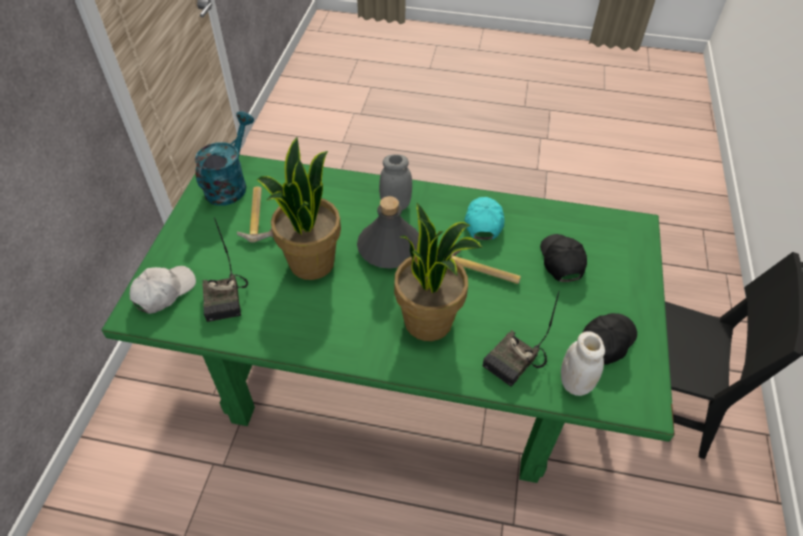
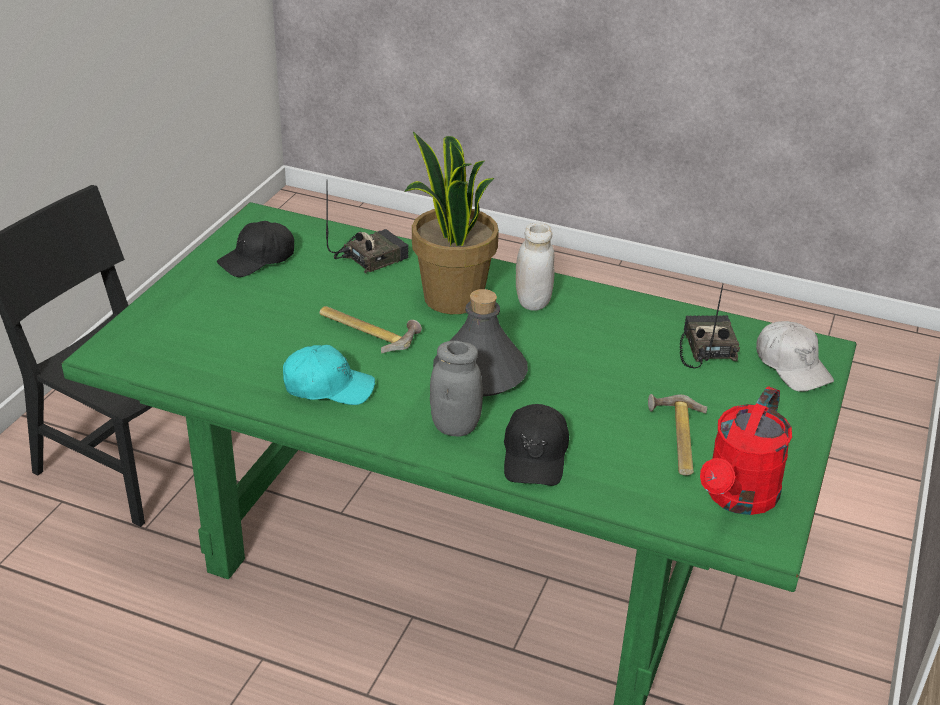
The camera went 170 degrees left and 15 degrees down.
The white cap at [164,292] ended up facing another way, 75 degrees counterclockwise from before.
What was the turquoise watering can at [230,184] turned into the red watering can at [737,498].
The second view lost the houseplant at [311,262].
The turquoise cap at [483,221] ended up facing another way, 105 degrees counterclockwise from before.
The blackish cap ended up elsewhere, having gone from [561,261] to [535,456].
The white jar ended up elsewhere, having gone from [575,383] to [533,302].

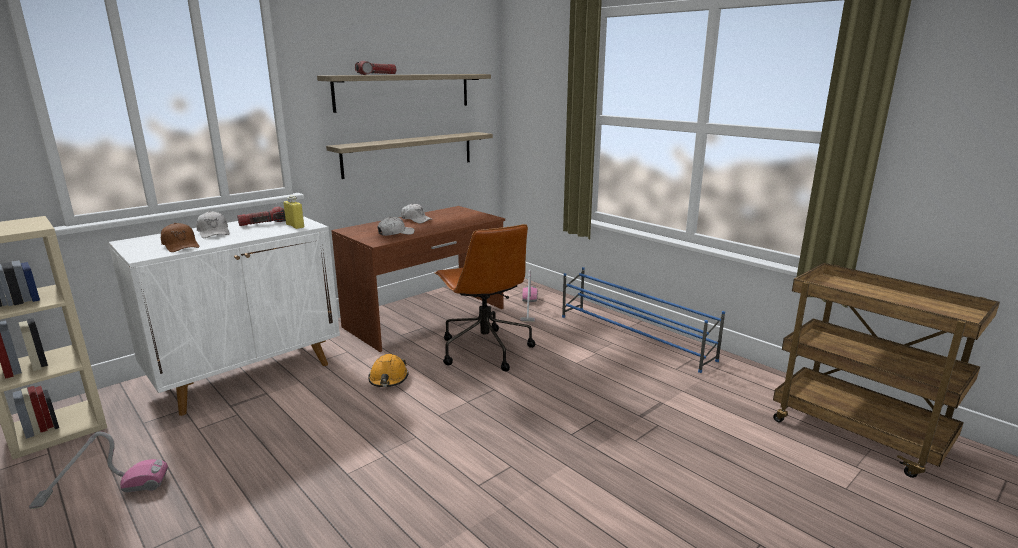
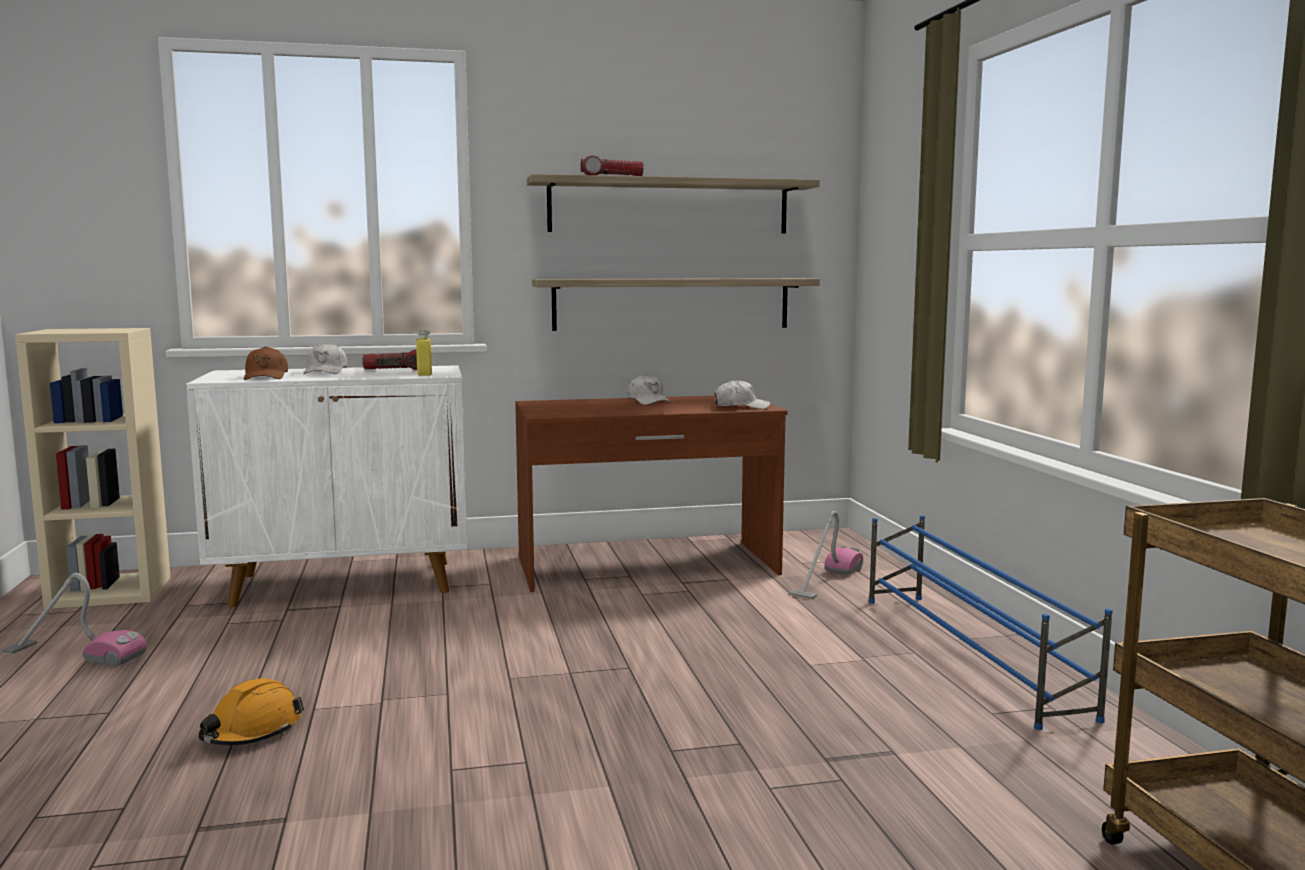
The camera went 30 degrees right and 10 degrees down.
The orange hard hat ended up elsewhere, having gone from [388,379] to [252,732].
The white cap ended up elsewhere, having gone from [395,233] to [741,407].
The second view lost the brown office chair at [484,349].

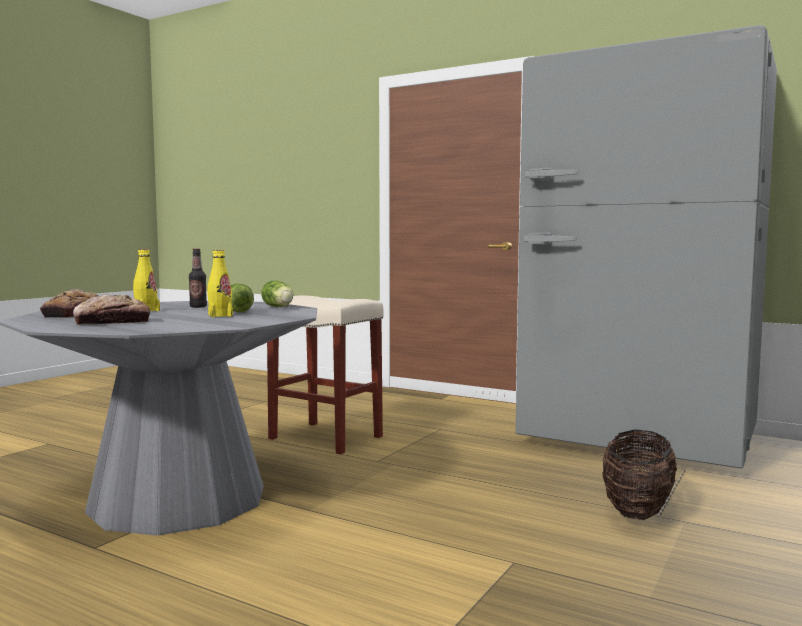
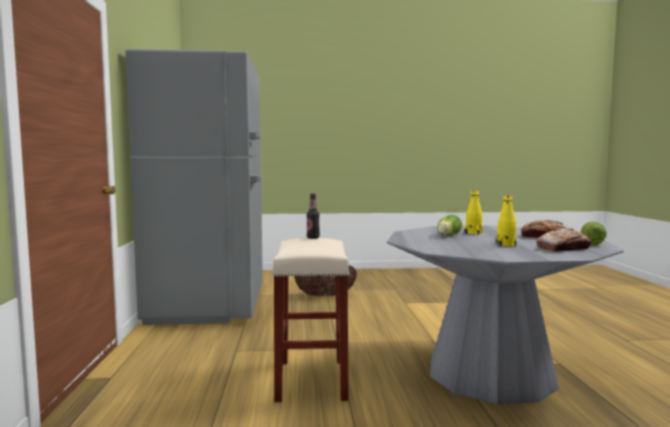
The camera went 125 degrees left and 0 degrees up.
The bottle ended up elsewhere, having gone from [198,307] to [313,238].
The lettuce ended up elsewhere, having gone from [279,307] to [592,242].

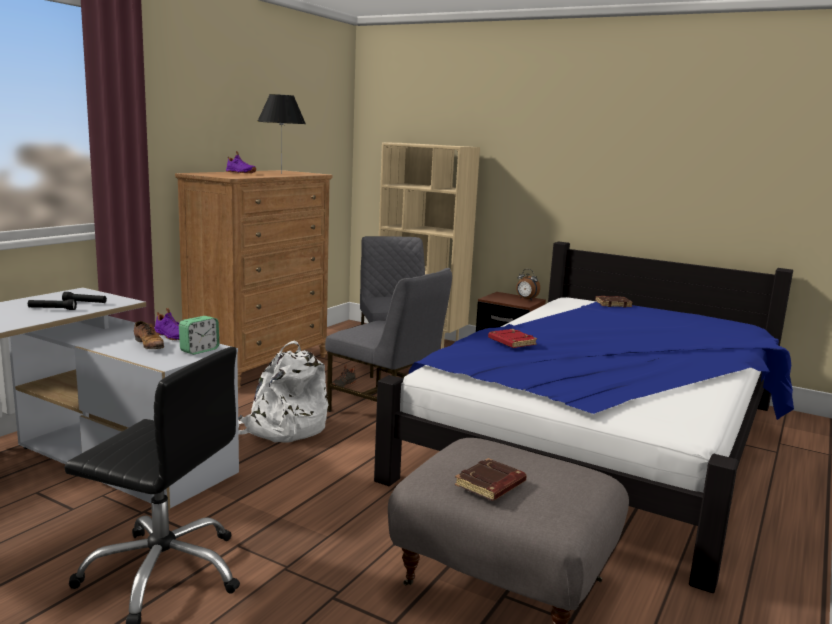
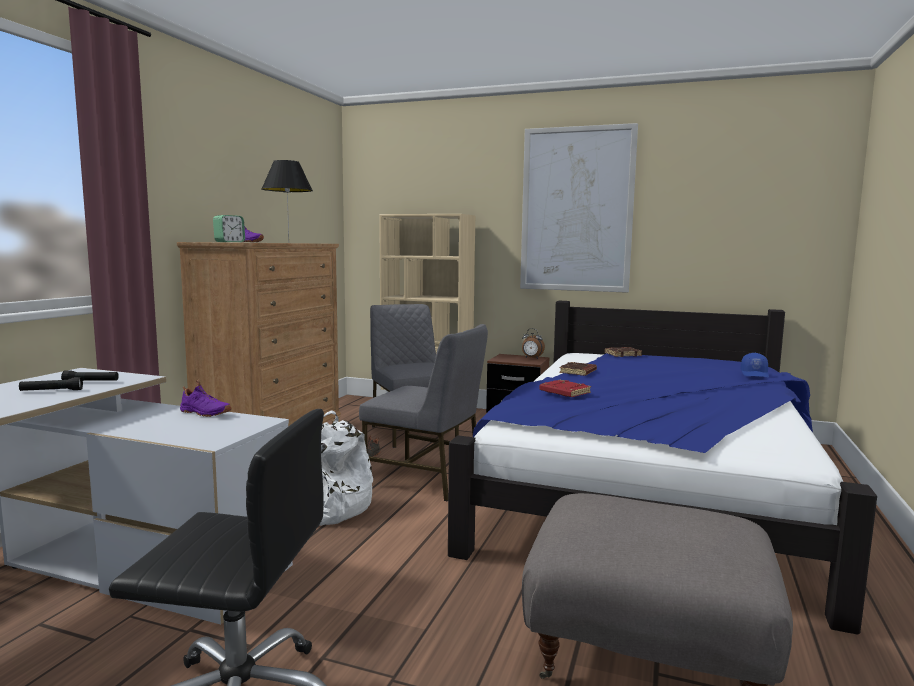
The camera went 10 degrees left and 5 degrees down.
The second view lost the shoe at [149,345].
The alarm clock ended up elsewhere, having gone from [199,350] to [229,242].
The brown book ended up elsewhere, having gone from [490,485] to [578,372].
The second view gained the picture at [576,210].
The second view gained the bluish cap at [755,374].

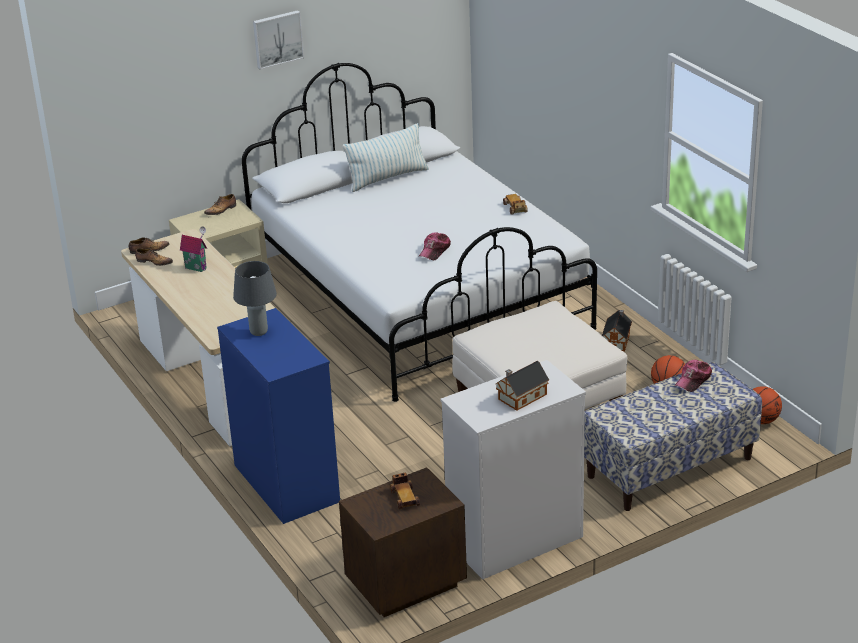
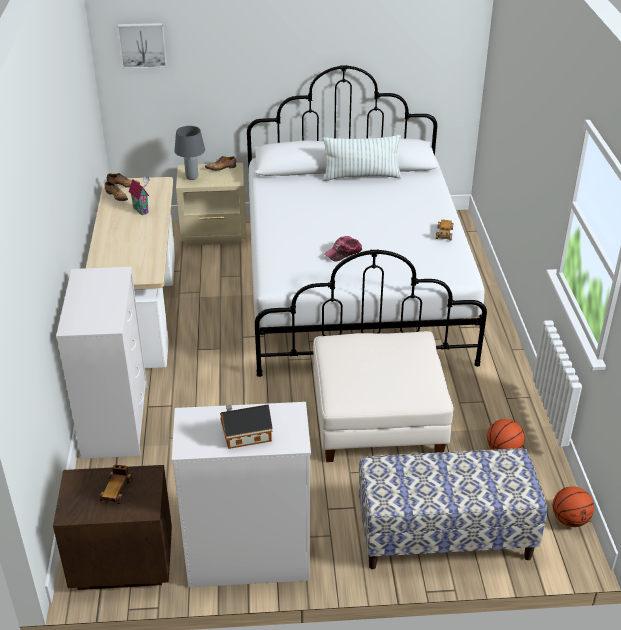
The camera went 25 degrees right and 5 degrees up.
What was the bluish chest of drawers at [285,483] turned into the white chest of drawers at [115,420].
The grey lamp for a table ended up elsewhere, having gone from [258,332] to [192,177].
The picture ended up elsewhere, having gone from [277,39] to [142,45].
The second view lost the model house at [617,340].
The second view lost the cap at [693,380].

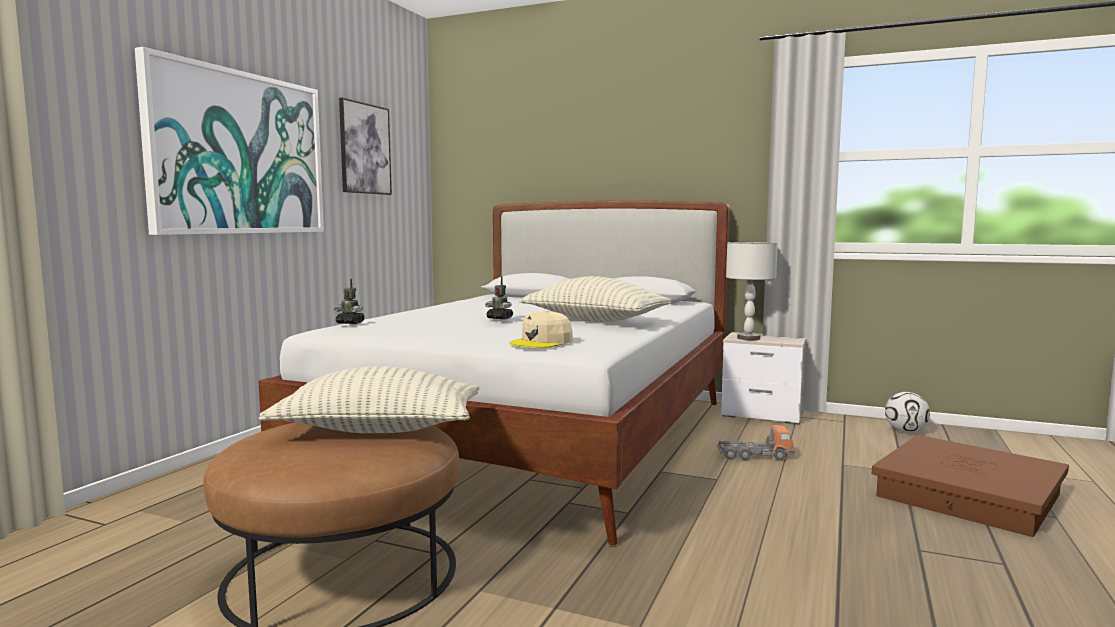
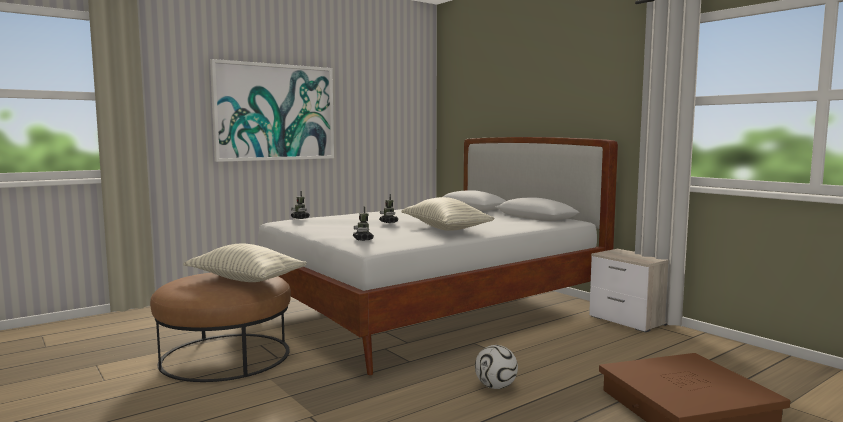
The camera went 30 degrees right and 0 degrees up.
The second view lost the picture at [365,148].
Where the beige-coloured cap stood at [542,342], the model robot came to stand at [363,239].
The second view lost the toy lorry at [754,456].
The second view lost the grey lamp for a table at [748,338].
The football ball ended up elsewhere, having gone from [905,431] to [496,387].

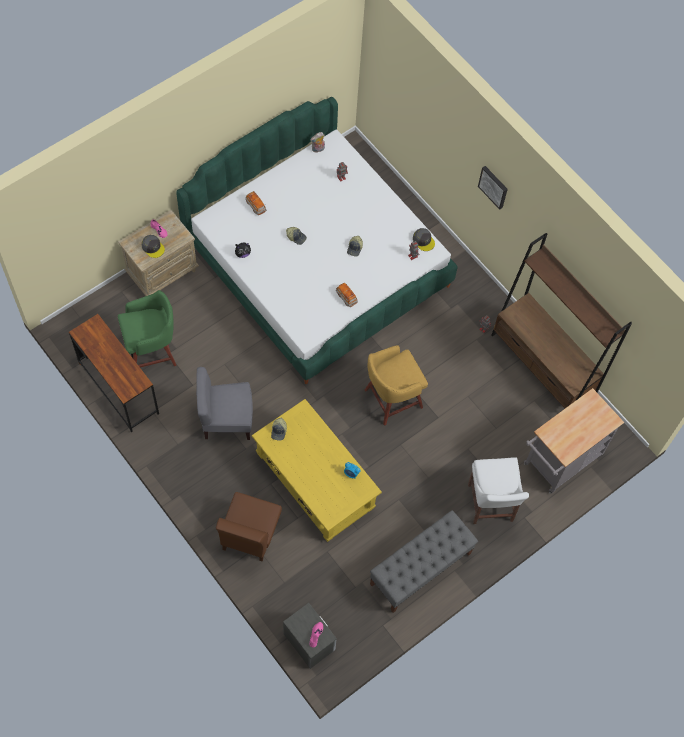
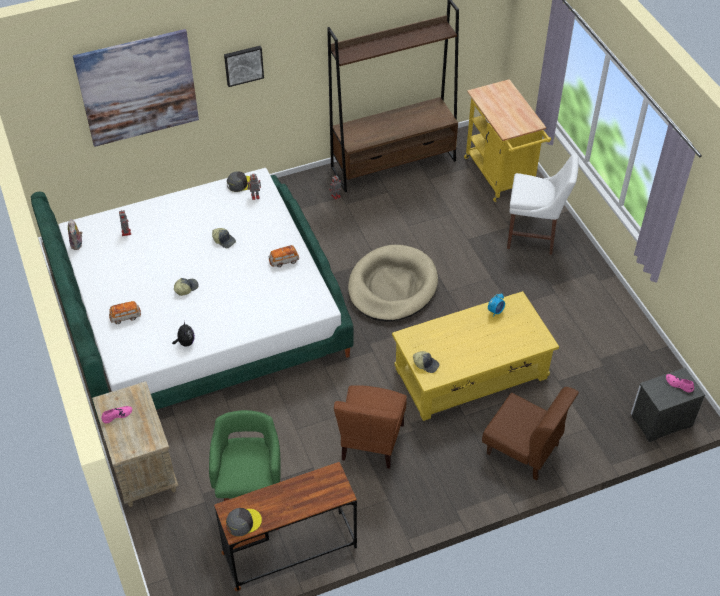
The camera went 70 degrees left and 15 degrees down.
The grey cap ended up elsewhere, having gone from [153,247] to [243,522].
What was the grey chair at [226,420] turned into the brown chair at [371,442].
Where the yellow-coloured sitting stool stood at [391,399], the beige-coloured dog cushion came to stand at [392,287].
The second view lost the grey long seat at [420,569].
What was the grey trolley at [559,463] turned into the yellow-coloured trolley at [501,177].
The second view gained the picture at [138,88].

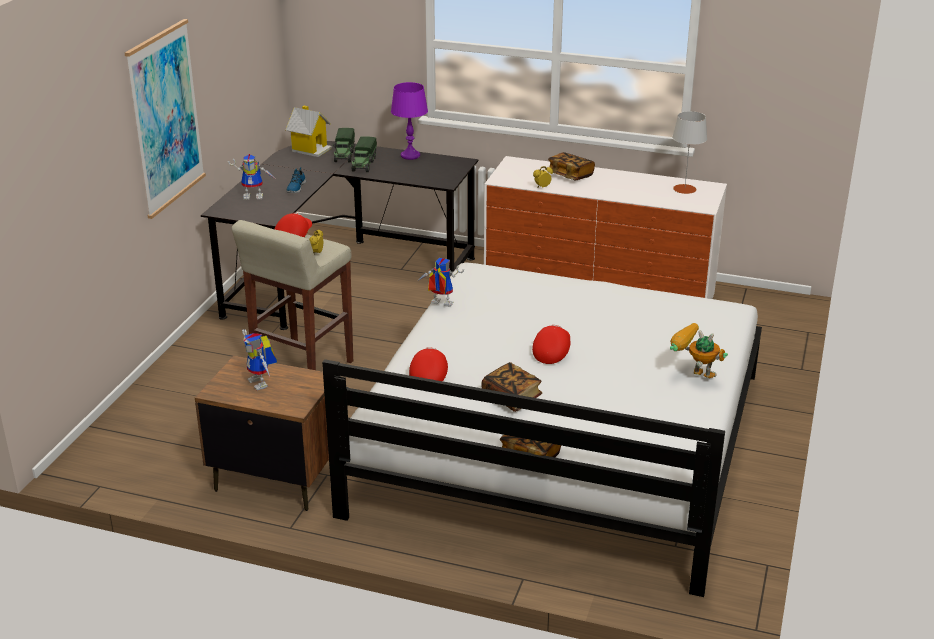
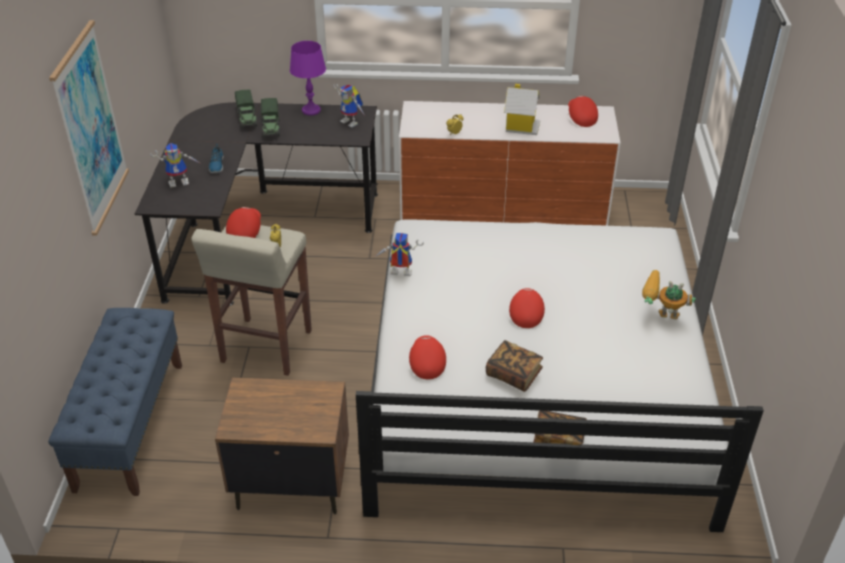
The camera went 15 degrees left and 10 degrees up.
The model robot ended up elsewhere, having gone from [262,383] to [352,122].
The model house ended up elsewhere, having gone from [310,149] to [521,126].
The second view lost the book at [570,175].
Where the grey lamp for a table stood at [684,189], the red cap came to stand at [580,117].
The second view gained the bluish long seat at [130,424].

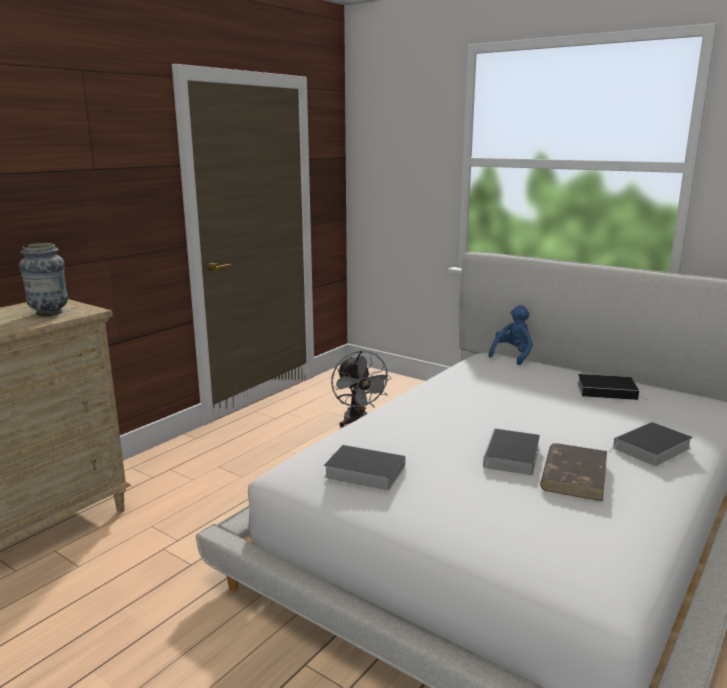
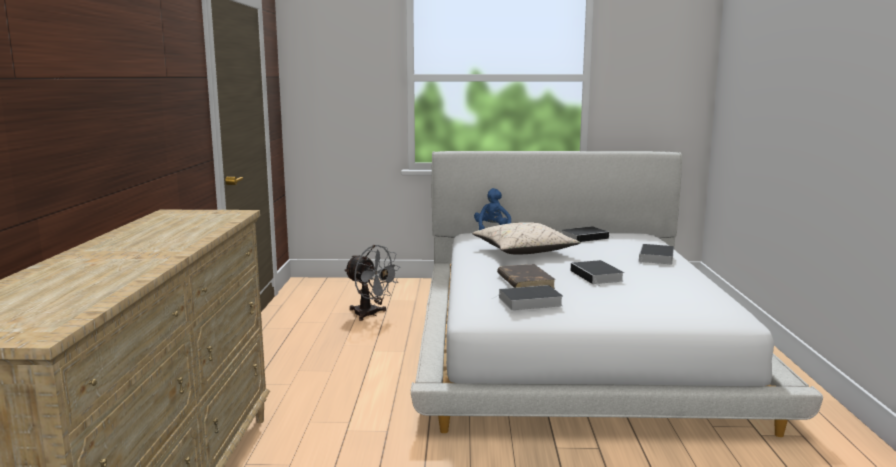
The camera went 35 degrees left and 5 degrees down.
The second view lost the flower vase at [49,313].
The brown book ended up elsewhere, having gone from [574,475] to [525,281].
The second view gained the beige-coloured pillow at [523,251].

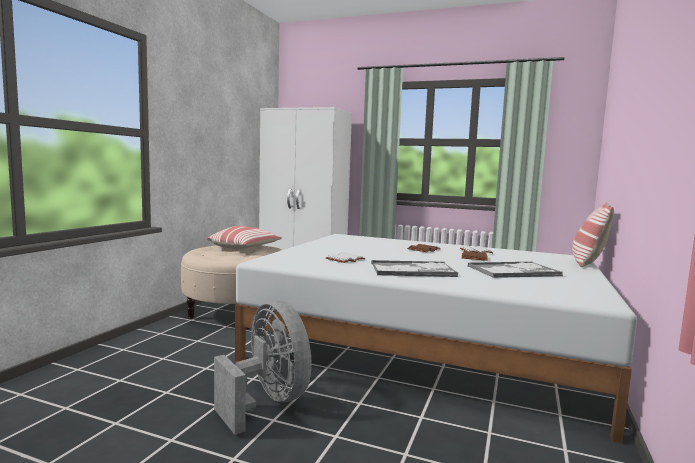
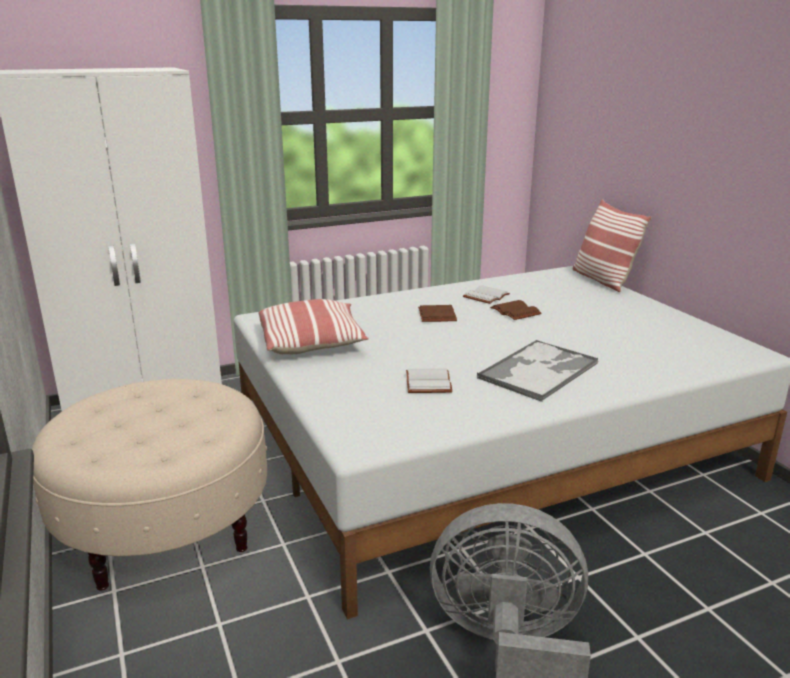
The camera went 45 degrees left and 15 degrees up.
The pillow ended up elsewhere, having gone from [245,248] to [312,343].
The second view lost the carrying tray at [514,271].

